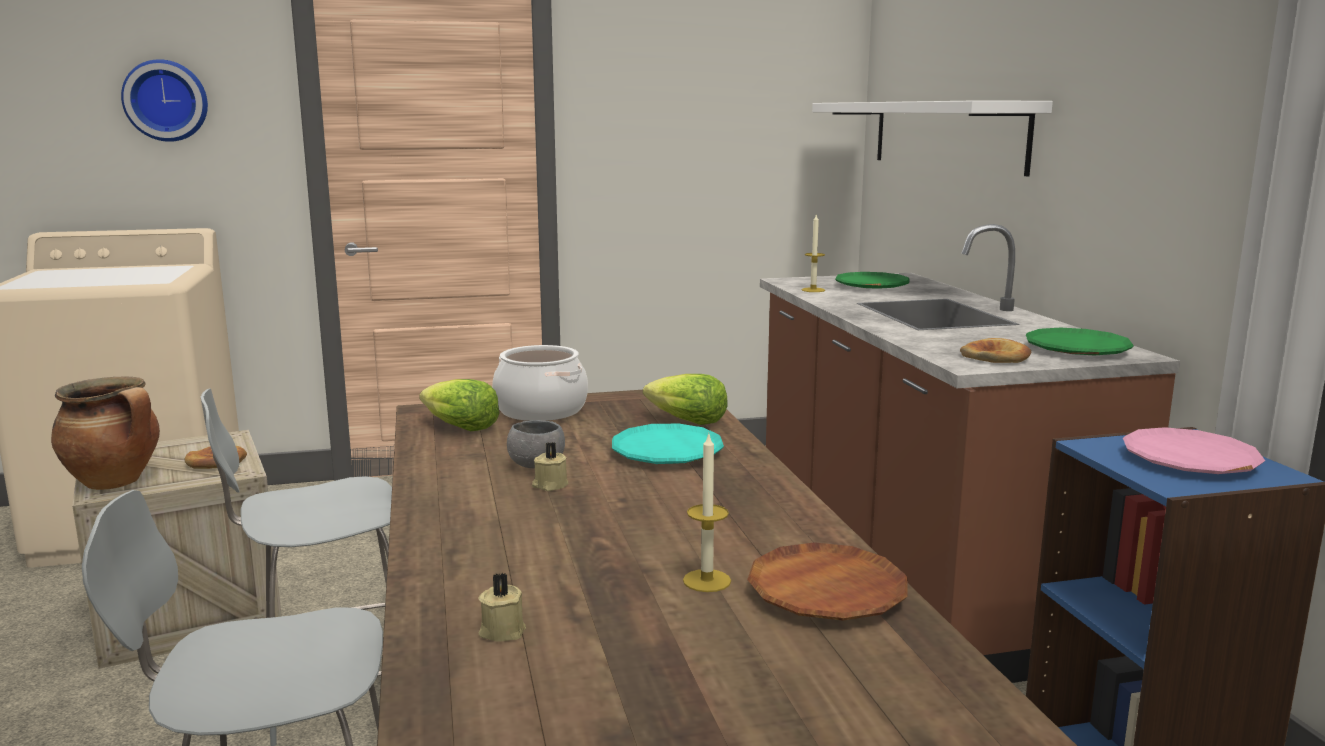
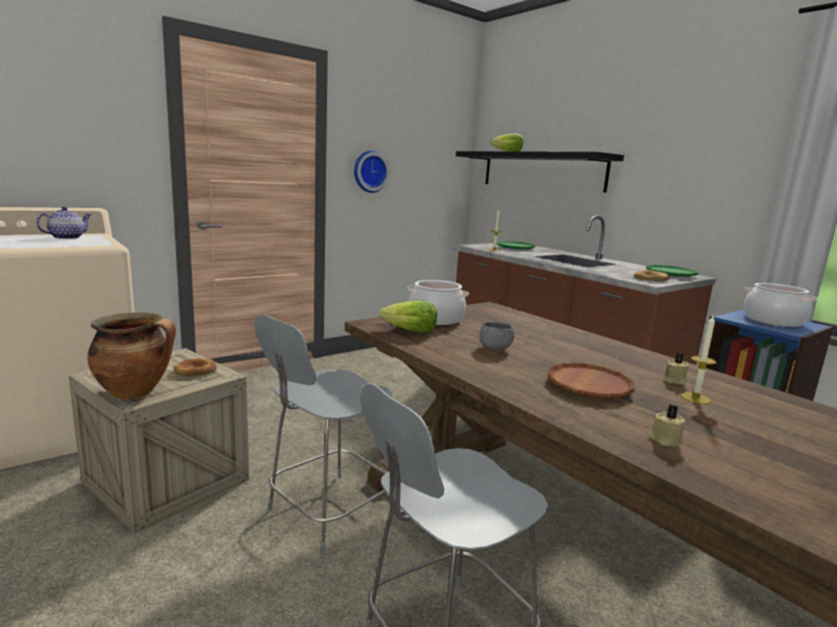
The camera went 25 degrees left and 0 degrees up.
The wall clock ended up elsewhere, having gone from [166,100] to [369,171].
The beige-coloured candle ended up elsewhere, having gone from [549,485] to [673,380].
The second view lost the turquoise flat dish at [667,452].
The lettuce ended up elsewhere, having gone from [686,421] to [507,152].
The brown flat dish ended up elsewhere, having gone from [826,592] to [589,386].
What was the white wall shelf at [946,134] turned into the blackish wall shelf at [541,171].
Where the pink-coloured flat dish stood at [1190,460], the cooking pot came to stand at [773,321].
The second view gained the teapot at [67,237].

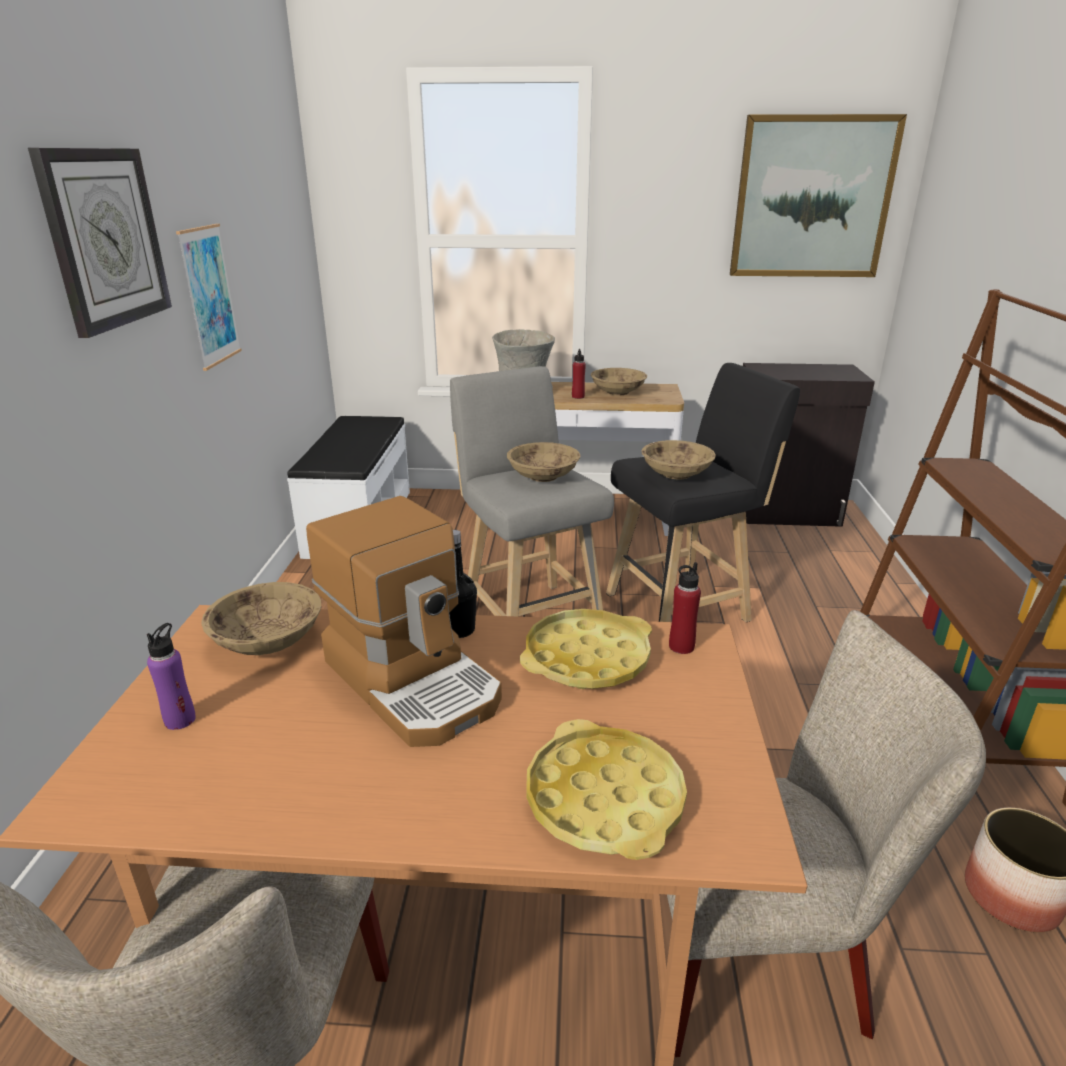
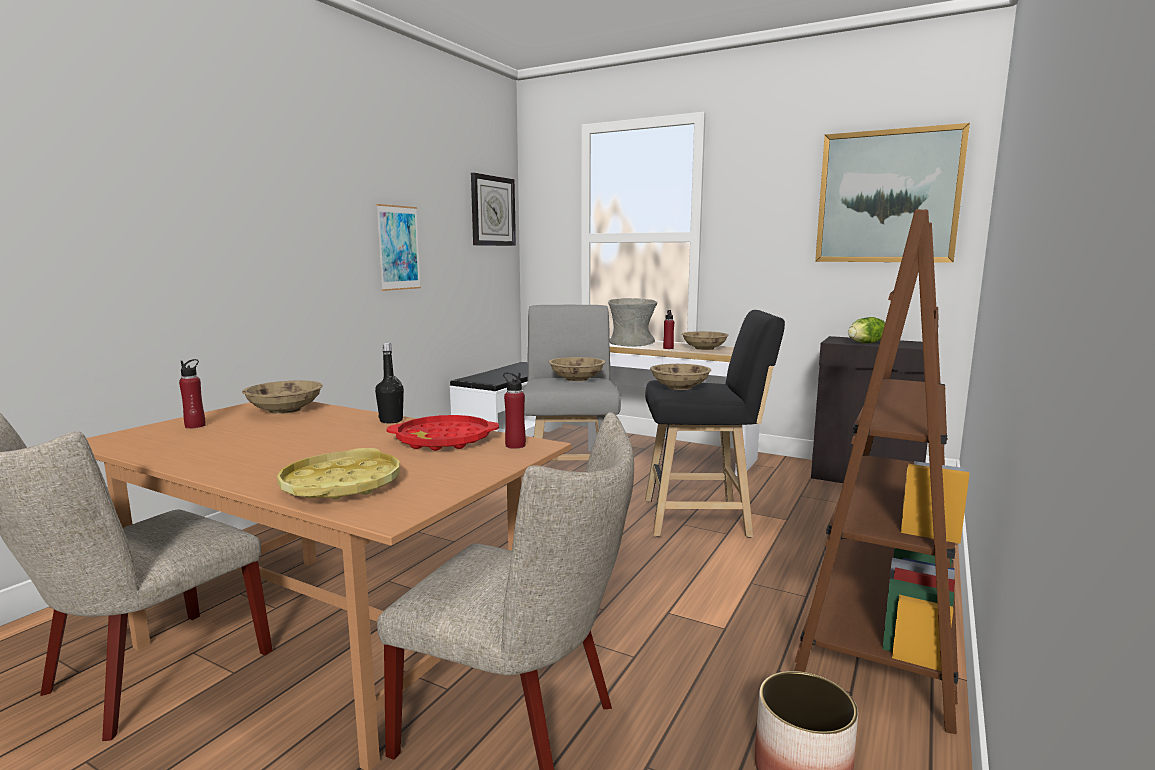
The camera went 25 degrees right and 15 degrees down.
The wall clock ended up elsewhere, having gone from [105,238] to [492,211].
What was the purple-coloured bottle at [180,720] turned into the red bottle at [195,426].
The second view lost the coffee brewer at [415,680].
What was the yellow-coloured carrying tray at [587,658] turned into the red carrying tray at [444,440].
The second view gained the lettuce at [866,343].

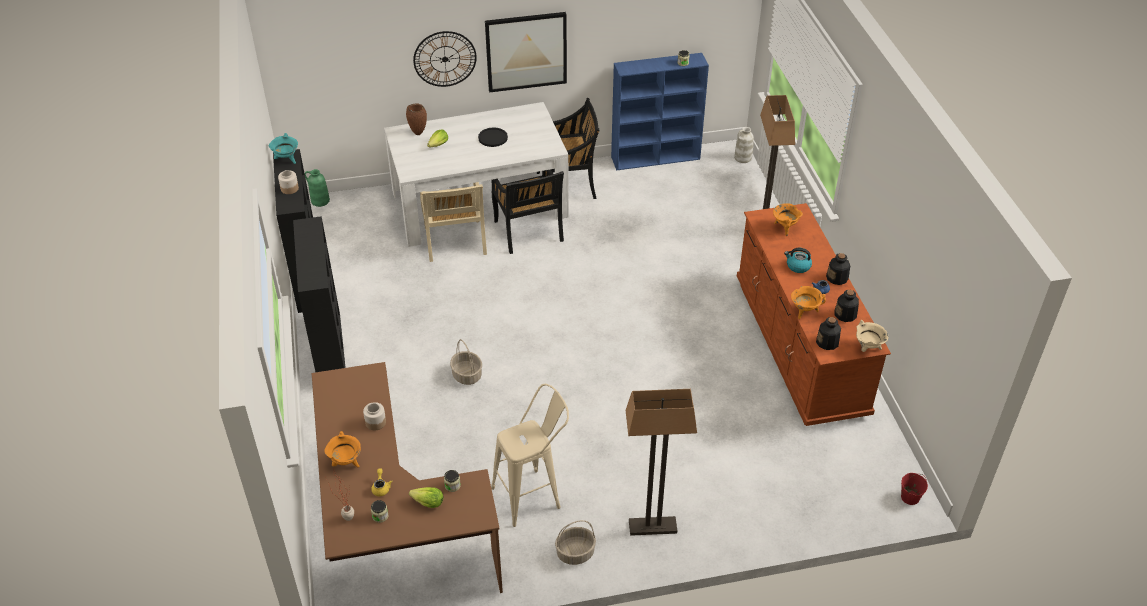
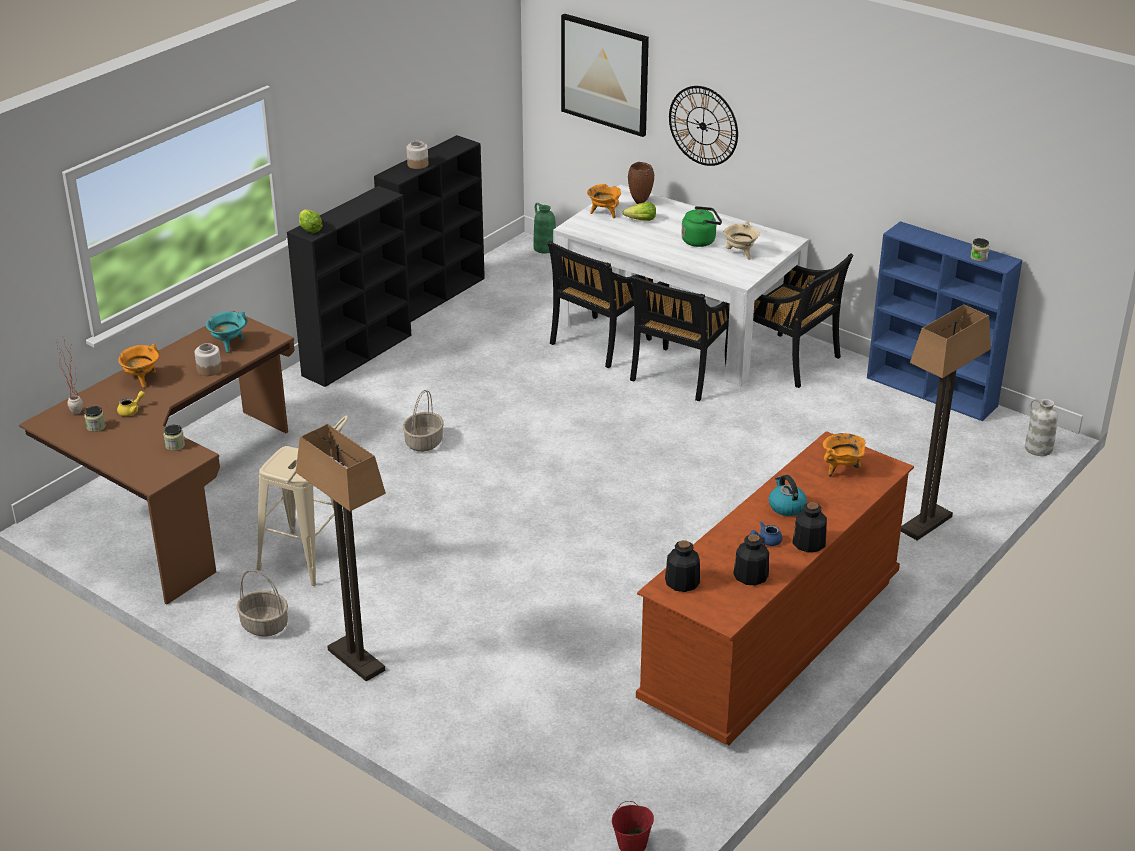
The camera went 50 degrees right and 10 degrees down.
The turquoise cooking pot ended up elsewhere, having gone from [287,160] to [228,345].
The lettuce ended up elsewhere, having gone from [428,503] to [309,228].
What was the beige-coloured chair at [455,242] turned into the blackish chair at [599,342].
Where the blackish flat dish stood at [493,138], the green-coloured water kettle came to stand at [700,240].
The picture ended up elsewhere, having gone from [526,51] to [605,74].
The orange cooking pot ended up elsewhere, having gone from [804,312] to [604,213].
The beige-coloured cooking pot ended up elsewhere, having gone from [867,348] to [740,254].

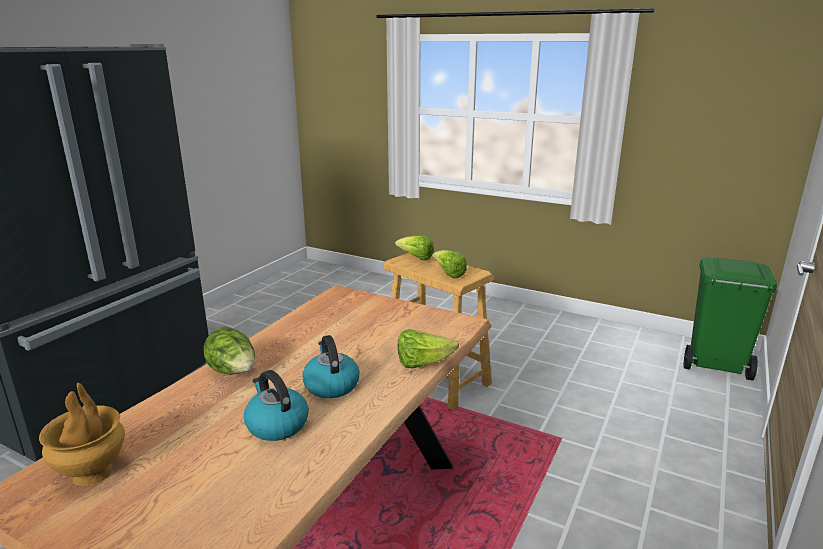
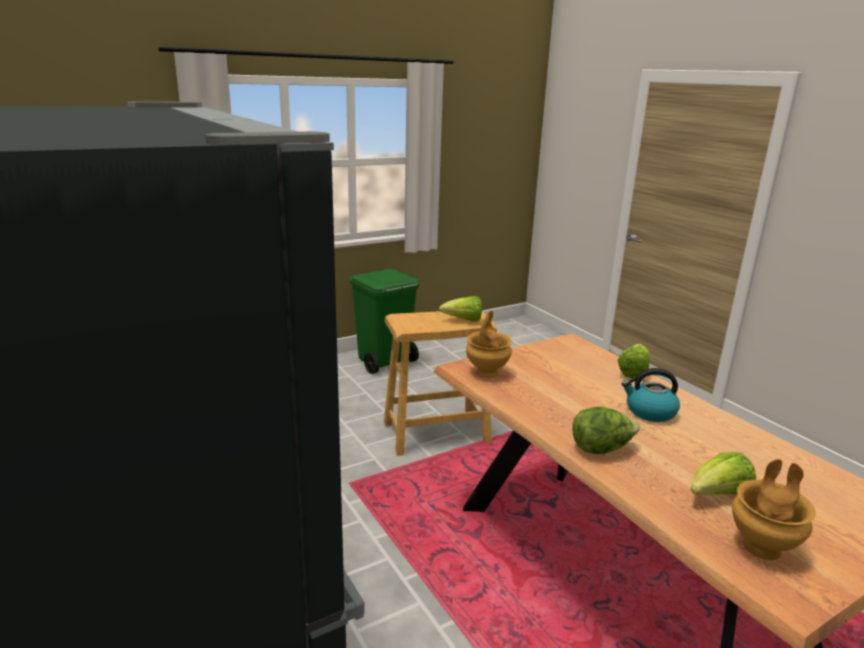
The camera went 60 degrees left and 0 degrees up.
The second view lost the water kettle at [276,424].
The lettuce ended up elsewhere, having gone from [416,258] to [717,495].
The green-coloured waste bin ended up elsewhere, having gone from [714,365] to [384,362].
The second view gained the brown flower vase at [487,372].

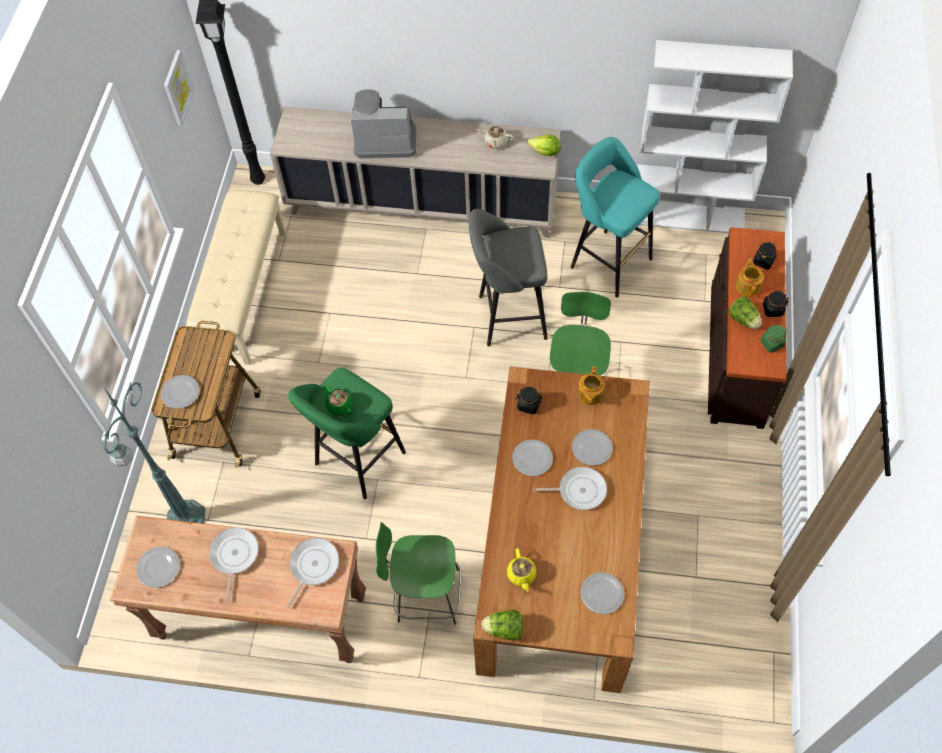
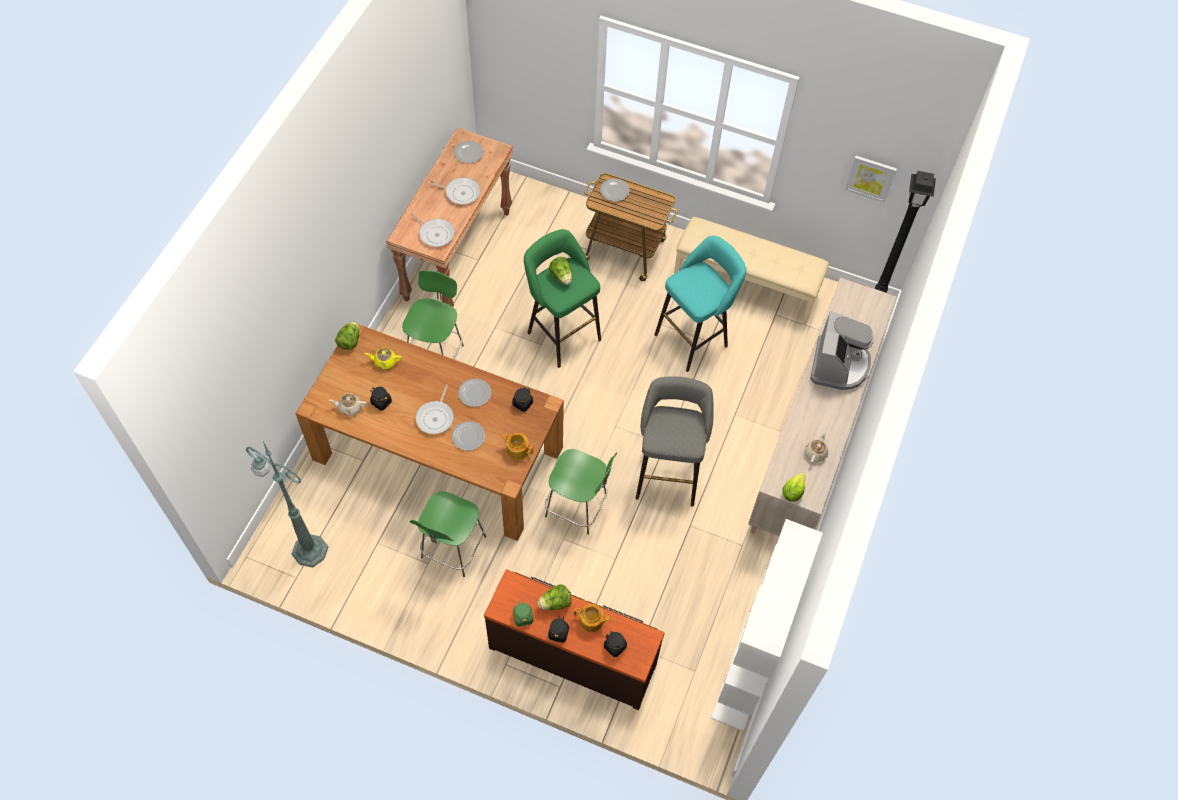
The camera went 100 degrees right and 0 degrees up.
The green-coloured standard lamp ended up elsewhere, having gone from [184,520] to [308,549].
Where the green-coloured teapot stood at [340,406], the lettuce came to stand at [561,276].
The turquoise sitting stool ended up elsewhere, having gone from [607,260] to [694,338].
Where the flat dish stood at [601,593], the beige-coloured teapot came to stand at [349,407].
The second view gained the blackish jar at [381,402].
The second view gained the green-coloured chair at [452,549].

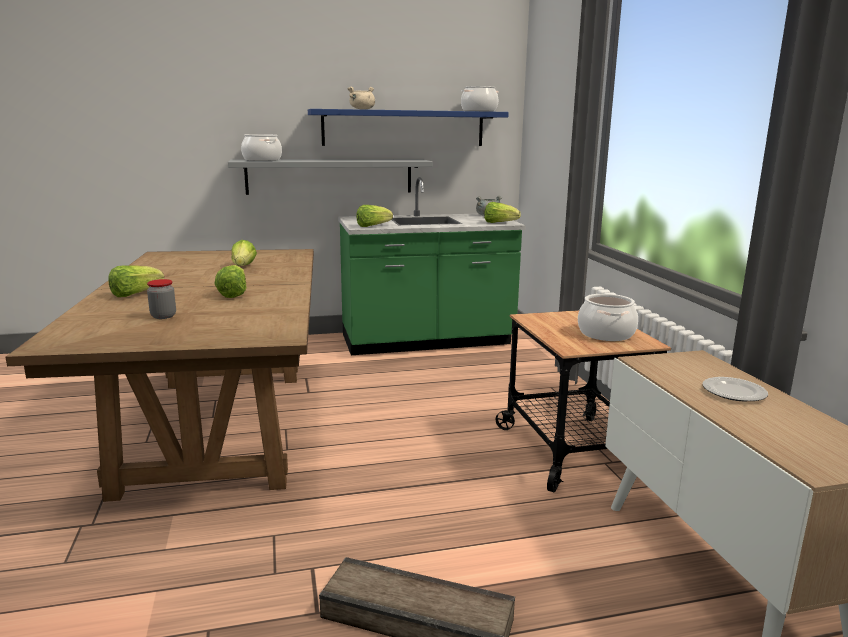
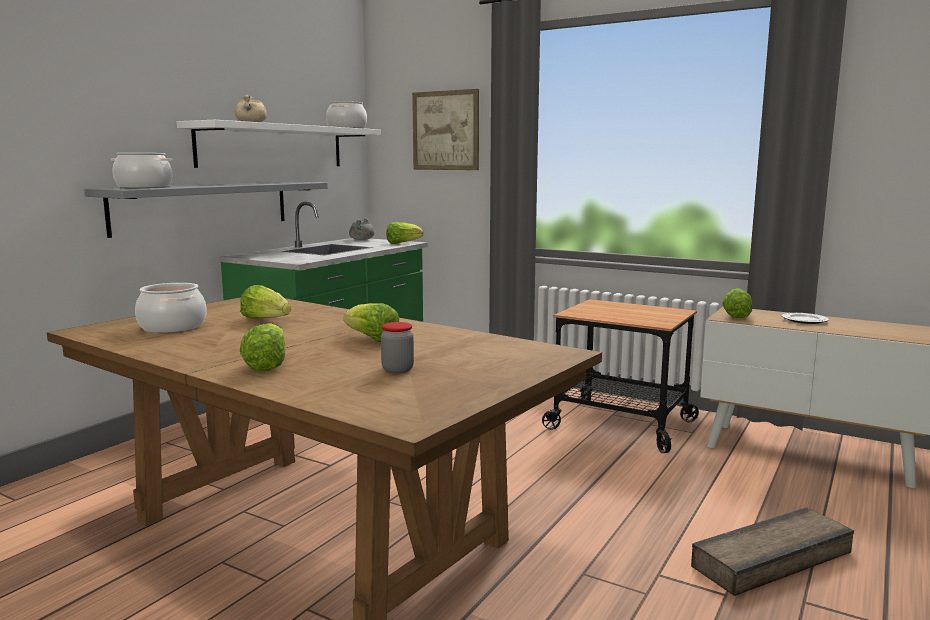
The camera went 45 degrees left and 5 degrees down.
What was the bluish wall shelf at [404,128] turned into the white wall shelf at [273,146].
The lettuce ended up elsewhere, having gone from [372,226] to [736,315].
The cooking pot ended up elsewhere, having gone from [606,334] to [173,327].
The second view gained the picture at [445,130].

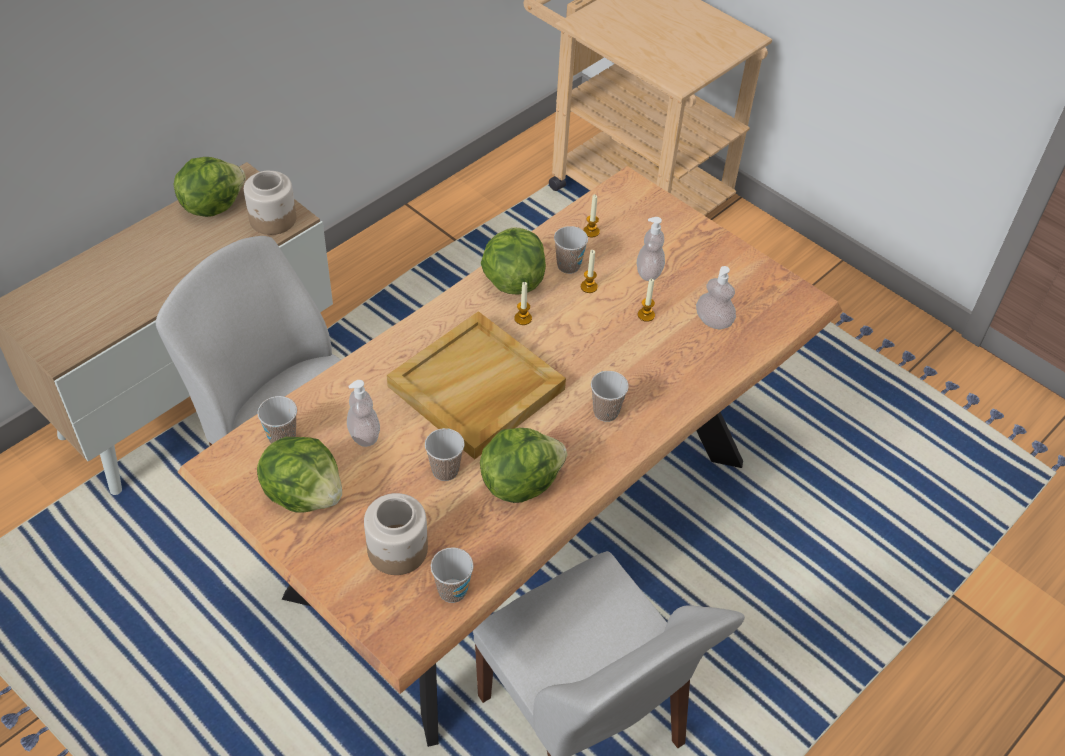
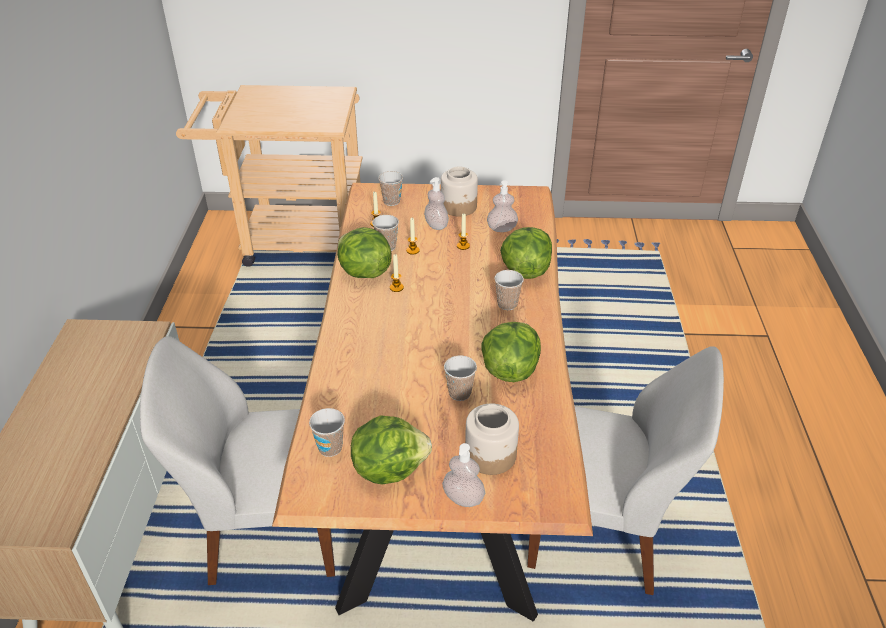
The camera went 40 degrees left and 10 degrees down.
The lettuce ended up elsewhere, having gone from [212,205] to [525,270].
The jar ended up elsewhere, having gone from [273,219] to [459,207].
The liquid soap bottle ended up elsewhere, having gone from [364,435] to [463,498].
The second view lost the beige-coloured carrying tray at [476,389].
The small cup ended up elsewhere, having gone from [452,591] to [391,201].

